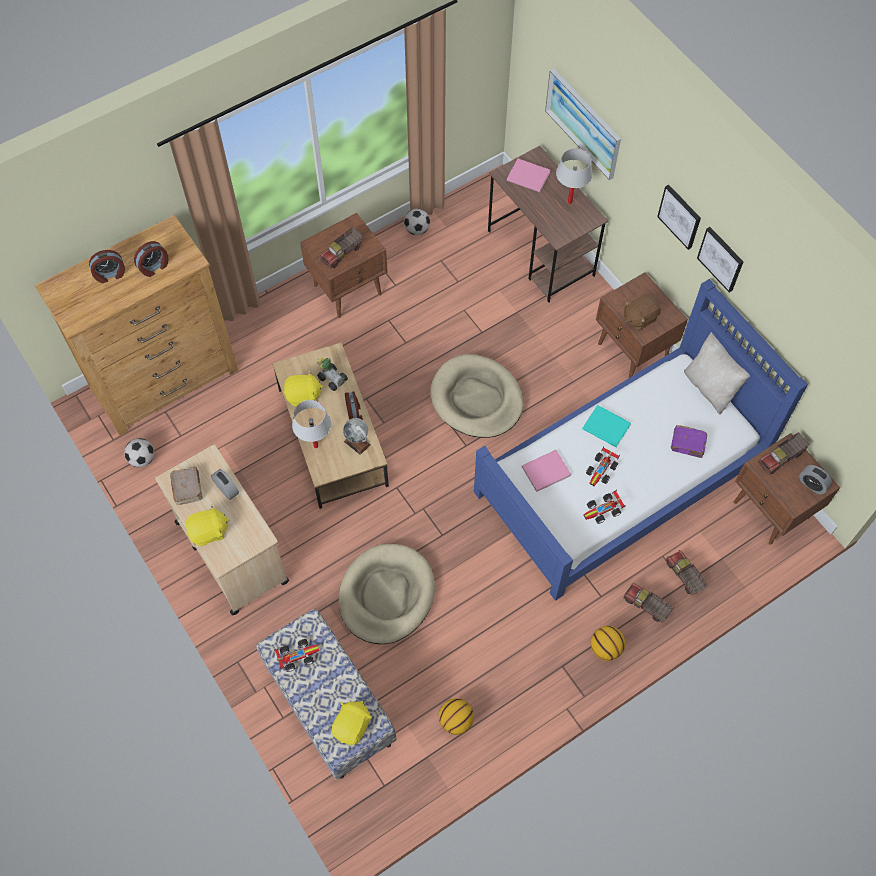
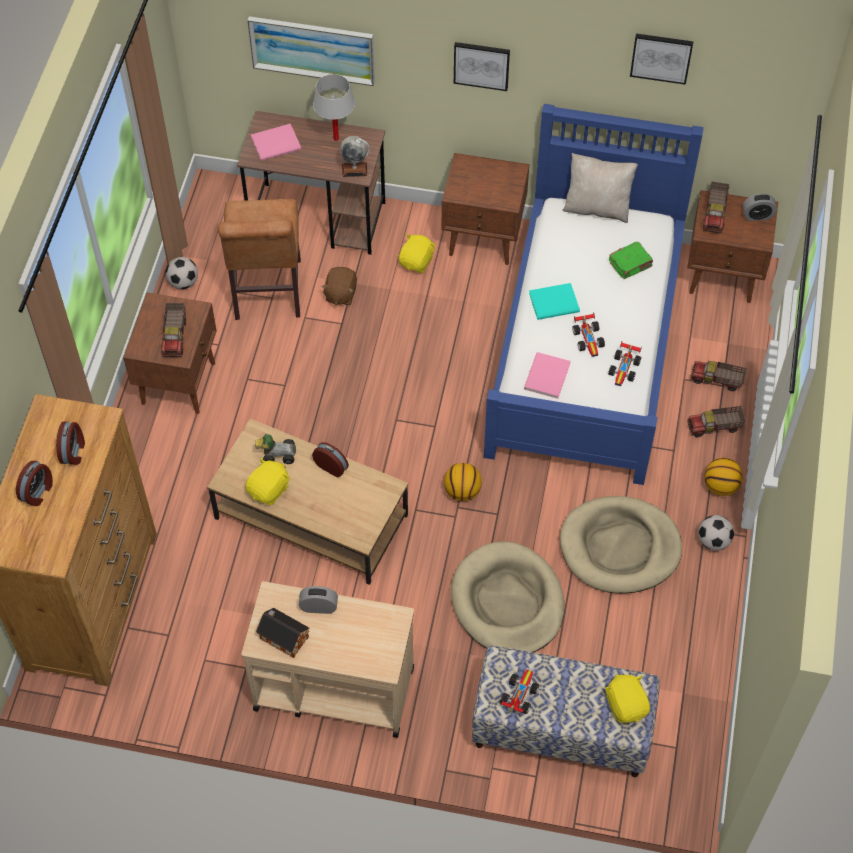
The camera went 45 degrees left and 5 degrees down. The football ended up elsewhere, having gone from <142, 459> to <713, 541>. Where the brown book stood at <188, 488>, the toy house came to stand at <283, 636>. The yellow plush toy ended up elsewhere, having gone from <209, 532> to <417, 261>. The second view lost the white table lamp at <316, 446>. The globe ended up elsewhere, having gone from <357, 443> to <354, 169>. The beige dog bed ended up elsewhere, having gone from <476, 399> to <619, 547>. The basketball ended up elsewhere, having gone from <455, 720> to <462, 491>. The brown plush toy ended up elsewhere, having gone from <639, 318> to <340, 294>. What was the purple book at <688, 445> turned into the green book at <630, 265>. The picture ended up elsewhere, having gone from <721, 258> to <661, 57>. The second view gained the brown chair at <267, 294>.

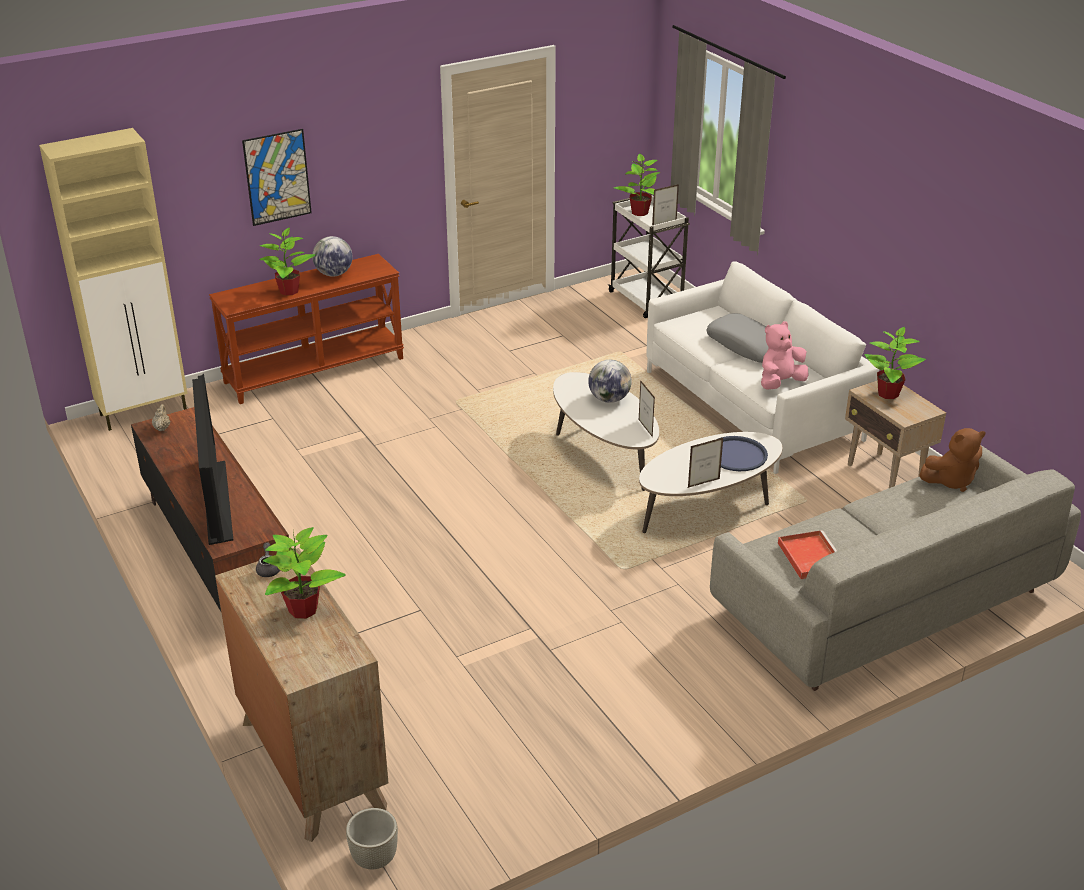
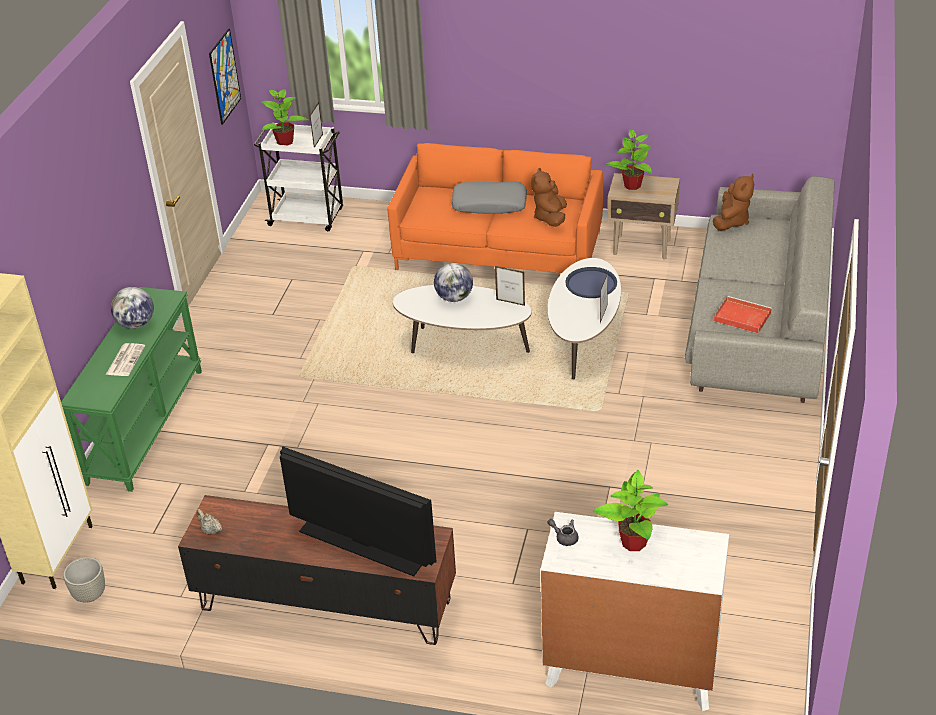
The camera went 45 degrees left and 5 degrees up. What was the brown console table at <314, 370> turned into the green console table at <144, 425>. What was the brown dresser at <312, 763> turned into the white dresser at <630, 669>. The picture ended up elsewhere, having gone from <277, 177> to <224, 76>. Where the potted plant stood at <288, 291>, the newspaper came to stand at <125, 360>. The grey planter ended up elsewhere, having gone from <374, 859> to <89, 595>. What was the white sofa at <751, 405> turned into the orange sofa at <498, 251>. What was the pink plush toy at <780, 383> turned into the brown plush toy at <550, 218>.

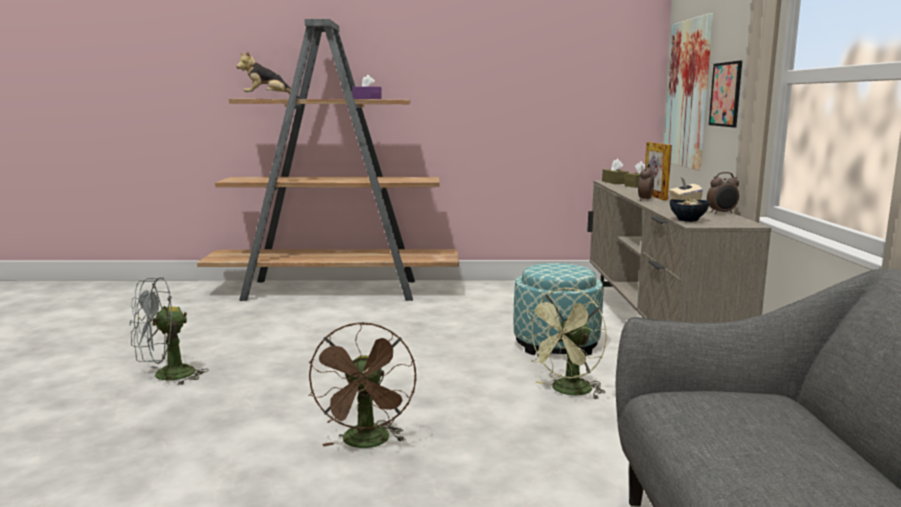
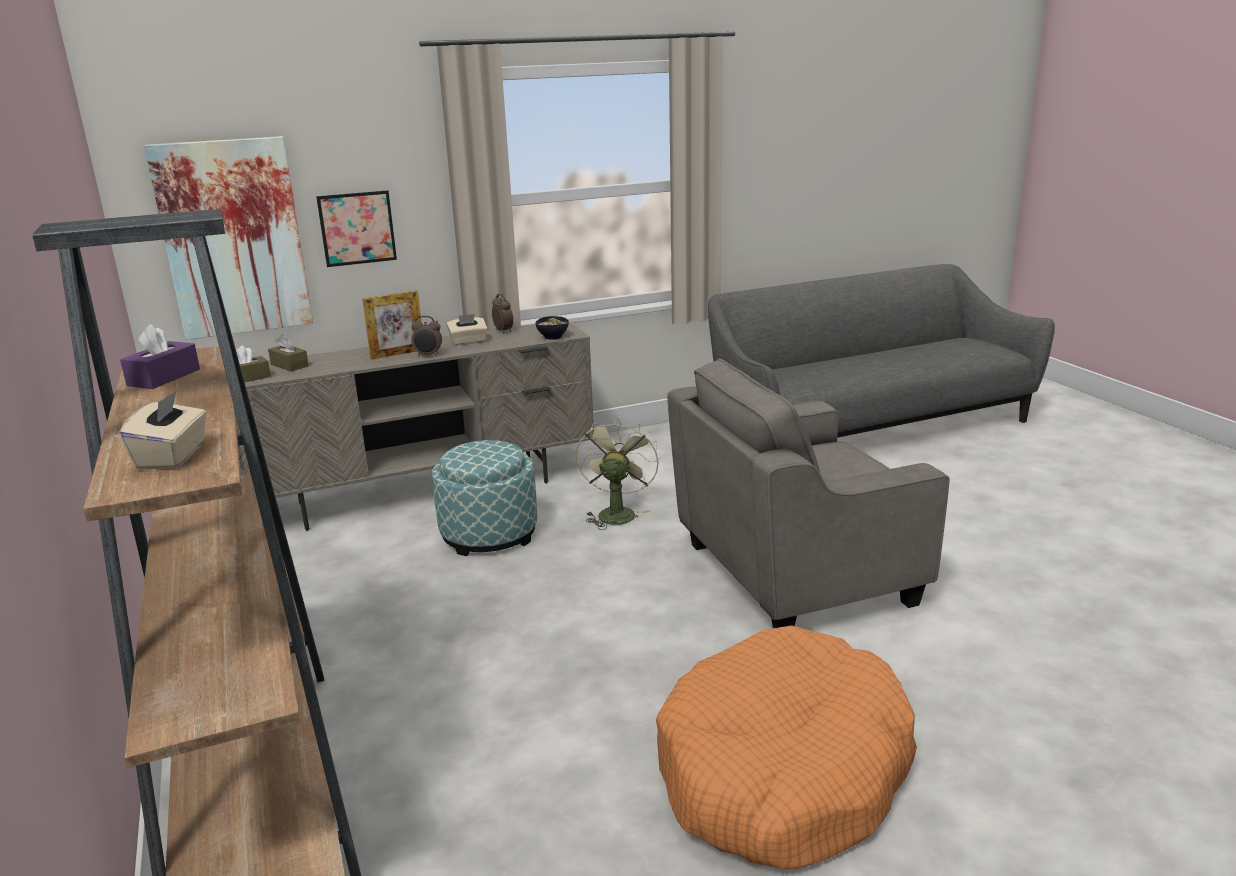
The camera went 110 degrees left and 10 degrees up. Where the grey fan stood at <166, 376>, the orange dog bed came to stand at <783, 771>. Where the plush toy stood at <267, 98>, the beige tissue box came to stand at <173, 456>. Where the brown fan stood at <367, 443>, the grey armchair came to stand at <795, 573>. The green fan at <567, 391> ended up facing another way, 105 degrees counterclockwise from before.

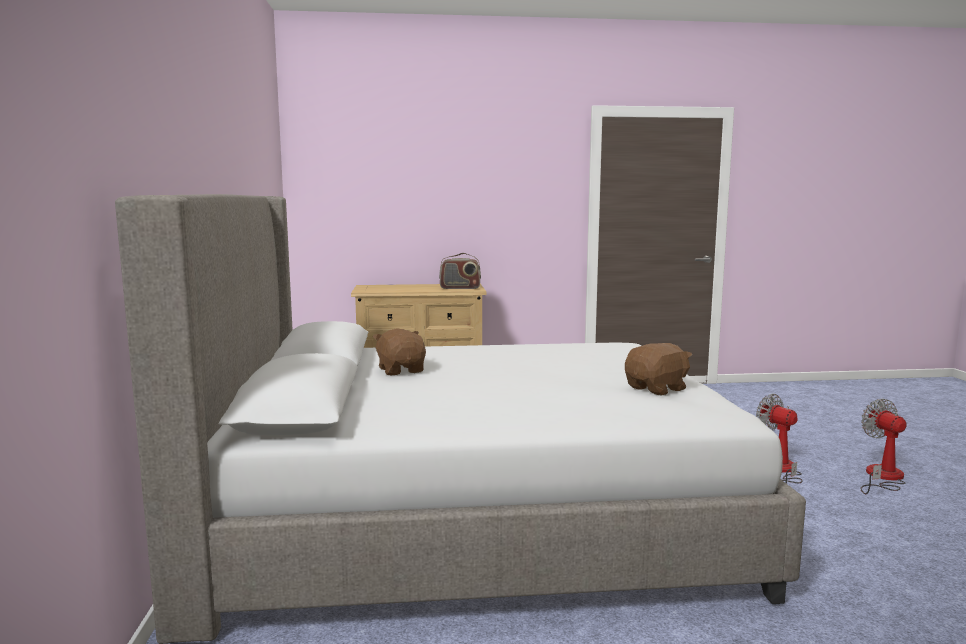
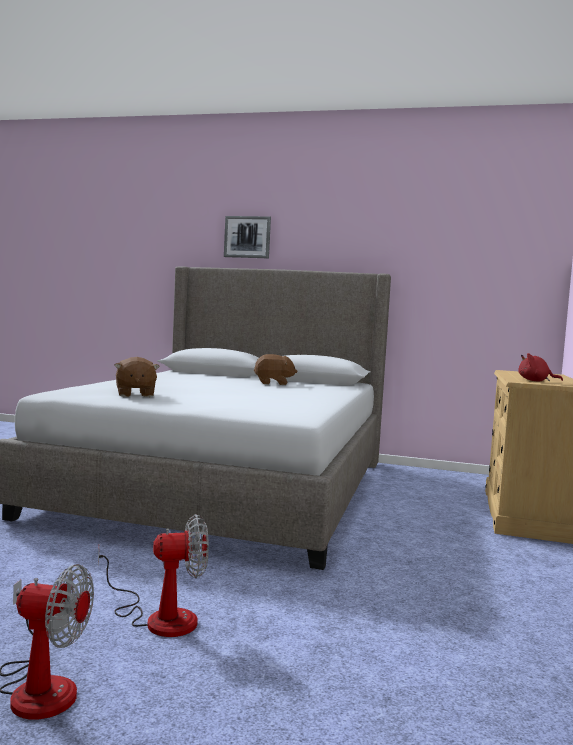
The camera went 110 degrees right and 5 degrees down. Where the radio stood at <460, 288>, the red plush toy came to stand at <535, 381>. The second view gained the picture at <247, 237>.

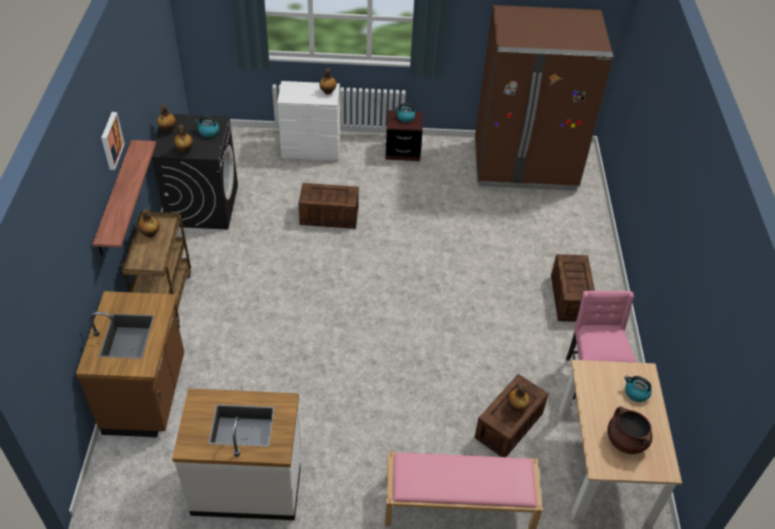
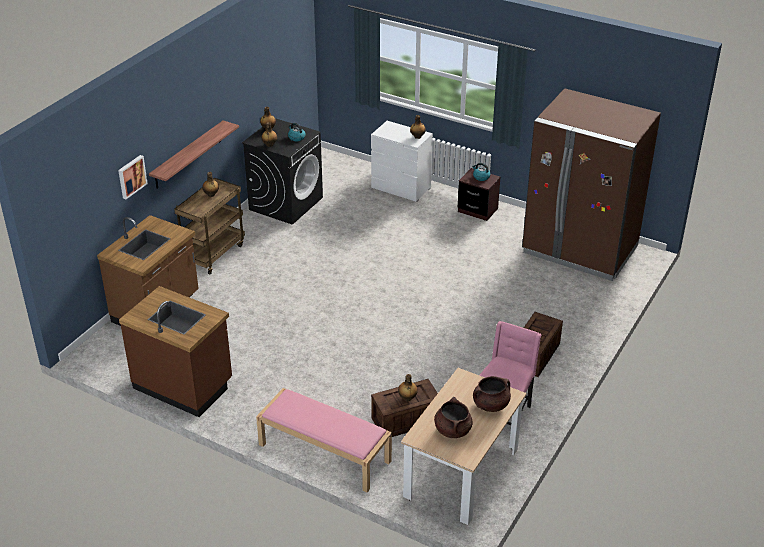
The camera went 30 degrees right and 10 degrees down. The picture ended up elsewhere, having gone from <110, 140> to <131, 176>. What was the white counter at <247, 484> turned into the brown counter at <183, 385>. The second view lost the crate at <330, 216>. Where the kettle stood at <636, 393>, the brown cooking pot came to stand at <490, 405>.

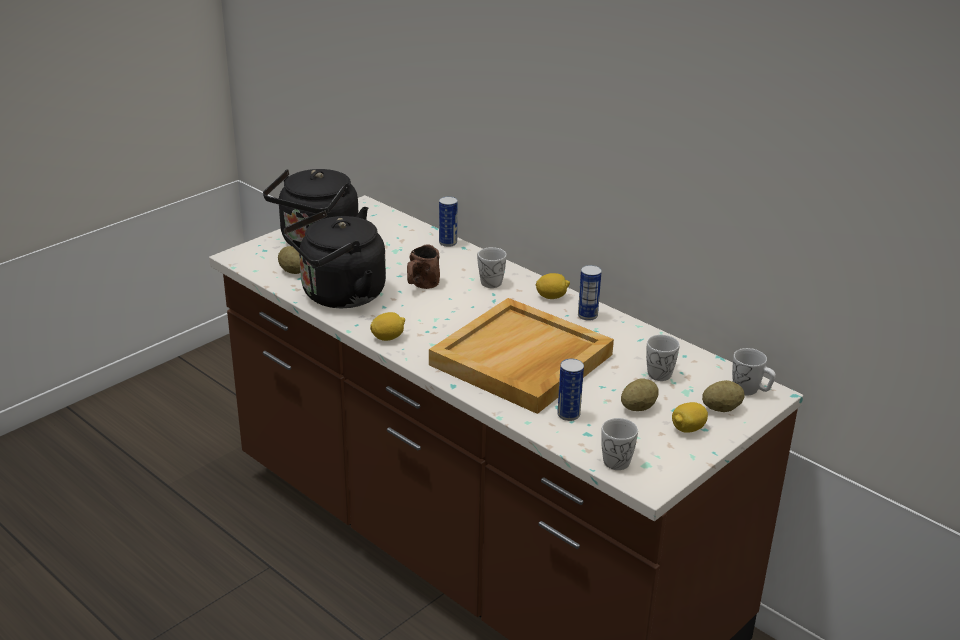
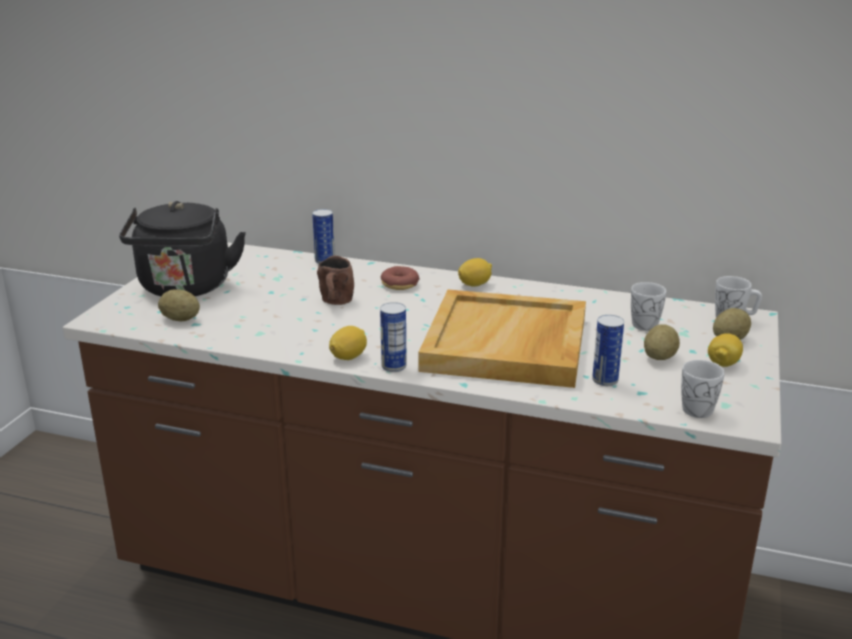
The camera went 25 degrees left and 5 degrees down. The second view lost the black kettle at <338, 296>. Where the white mug stood at <488, 281>, the donut came to stand at <399, 284>. The can ended up elsewhere, having gone from <587, 316> to <394, 366>.

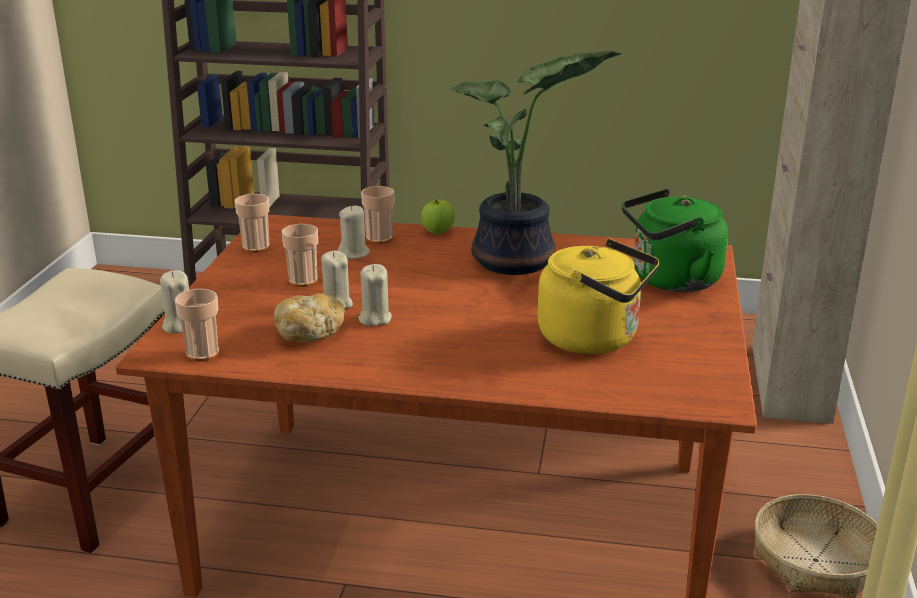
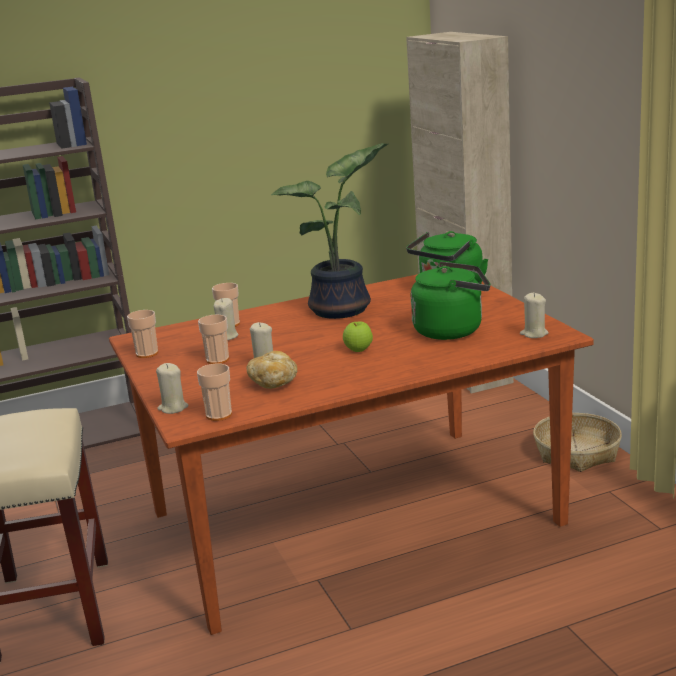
The camera went 30 degrees left and 5 degrees down. The beige candle ended up elsewhere, having gone from <374, 319> to <534, 334>. The apple ended up elsewhere, having gone from <438, 232> to <358, 350>. What was the yellow kettle at <594, 339> turned into the green kettle at <452, 330>.

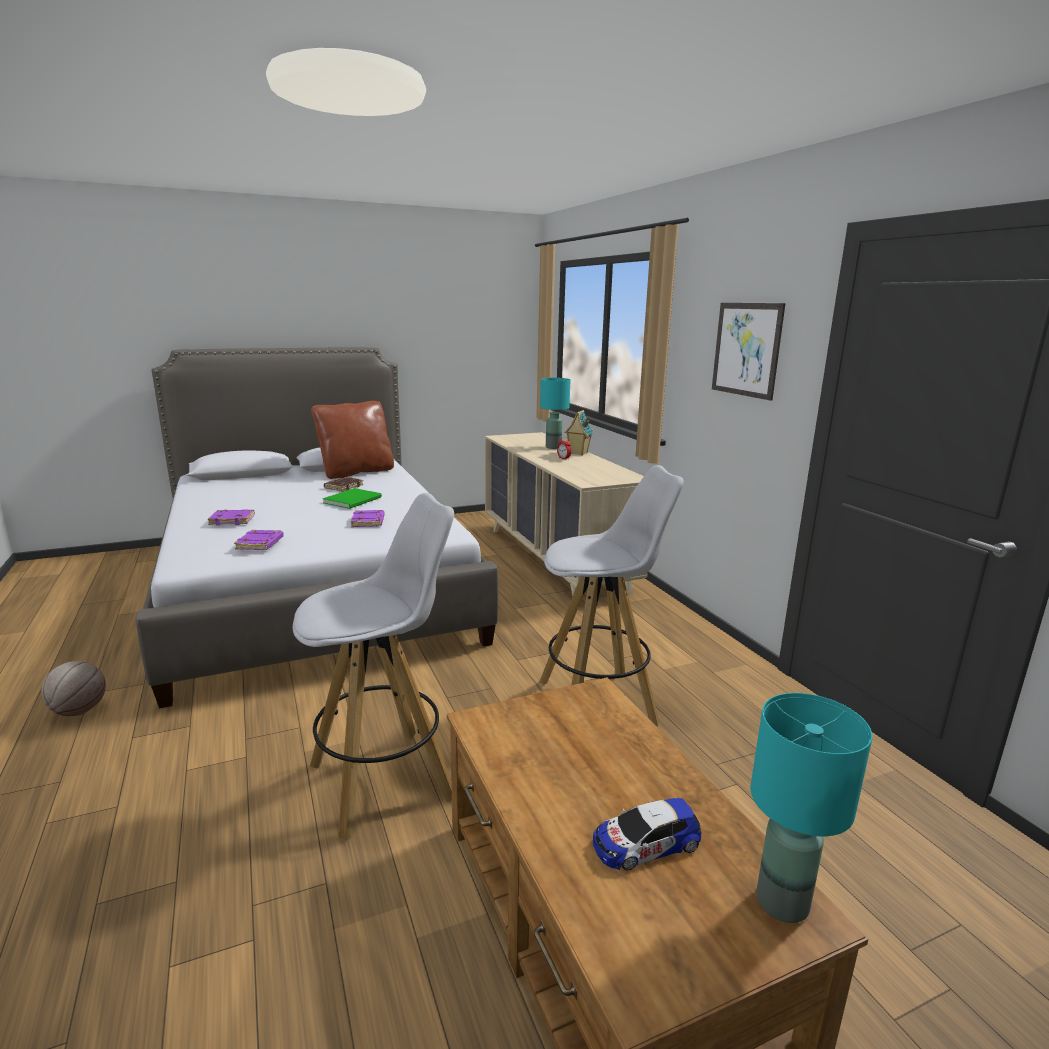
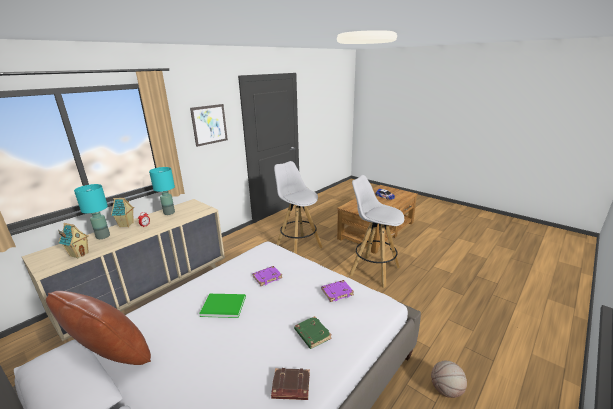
The camera went 115 degrees left and 5 degrees up. What was the purple book at <233, 520> turned into the green book at <312, 334>. The brown book ended up elsewhere, having gone from <343, 487> to <290, 387>. The turquoise table lamp ended up elsewhere, having gone from <782, 901> to <169, 213>. The second view gained the toy house at <79, 254>.

